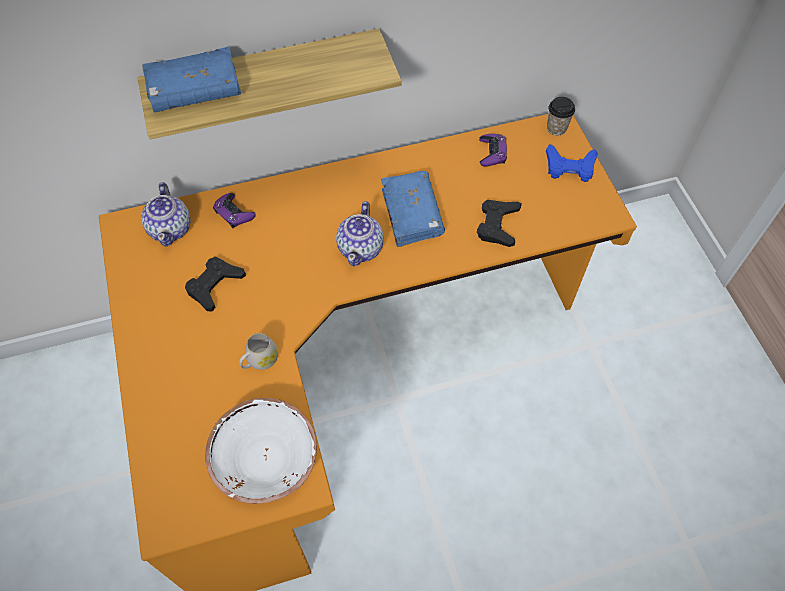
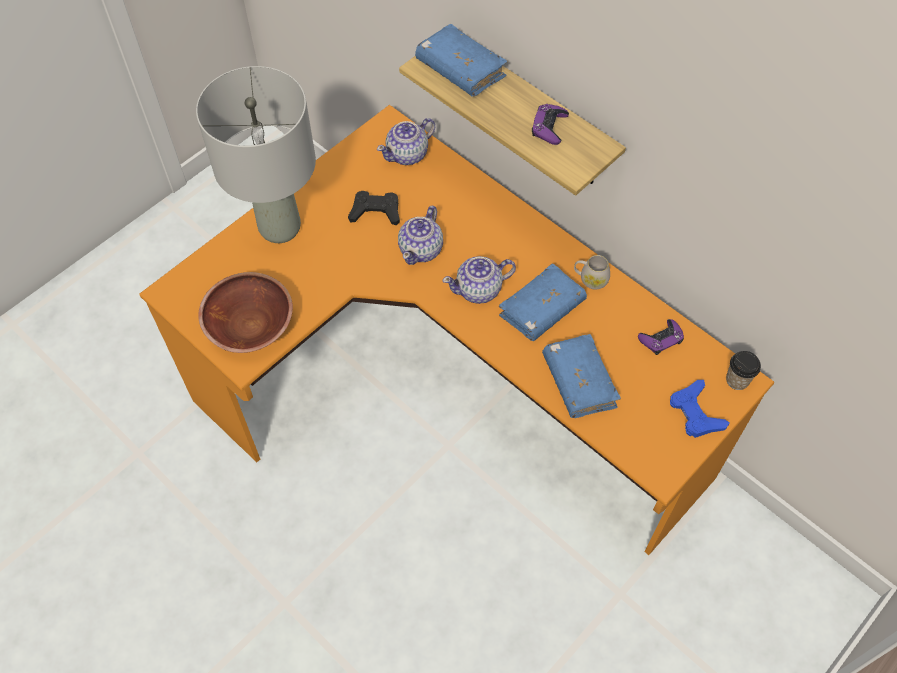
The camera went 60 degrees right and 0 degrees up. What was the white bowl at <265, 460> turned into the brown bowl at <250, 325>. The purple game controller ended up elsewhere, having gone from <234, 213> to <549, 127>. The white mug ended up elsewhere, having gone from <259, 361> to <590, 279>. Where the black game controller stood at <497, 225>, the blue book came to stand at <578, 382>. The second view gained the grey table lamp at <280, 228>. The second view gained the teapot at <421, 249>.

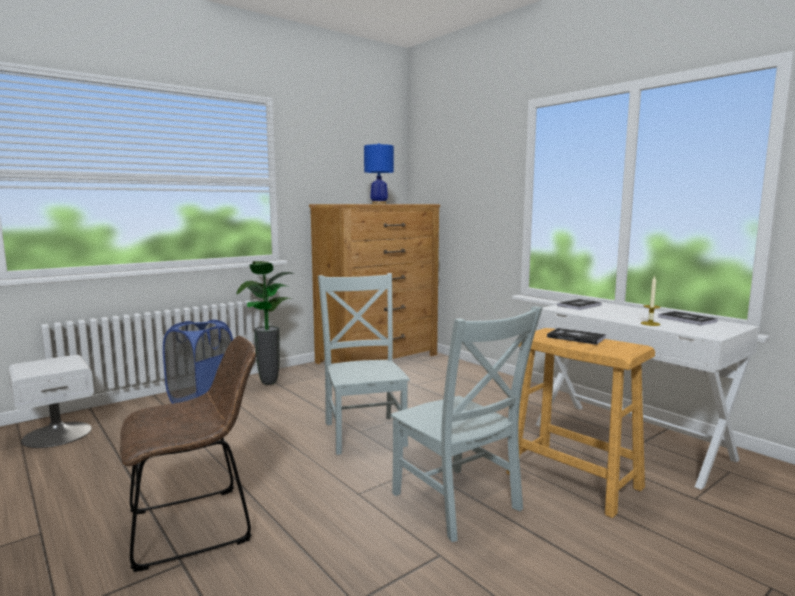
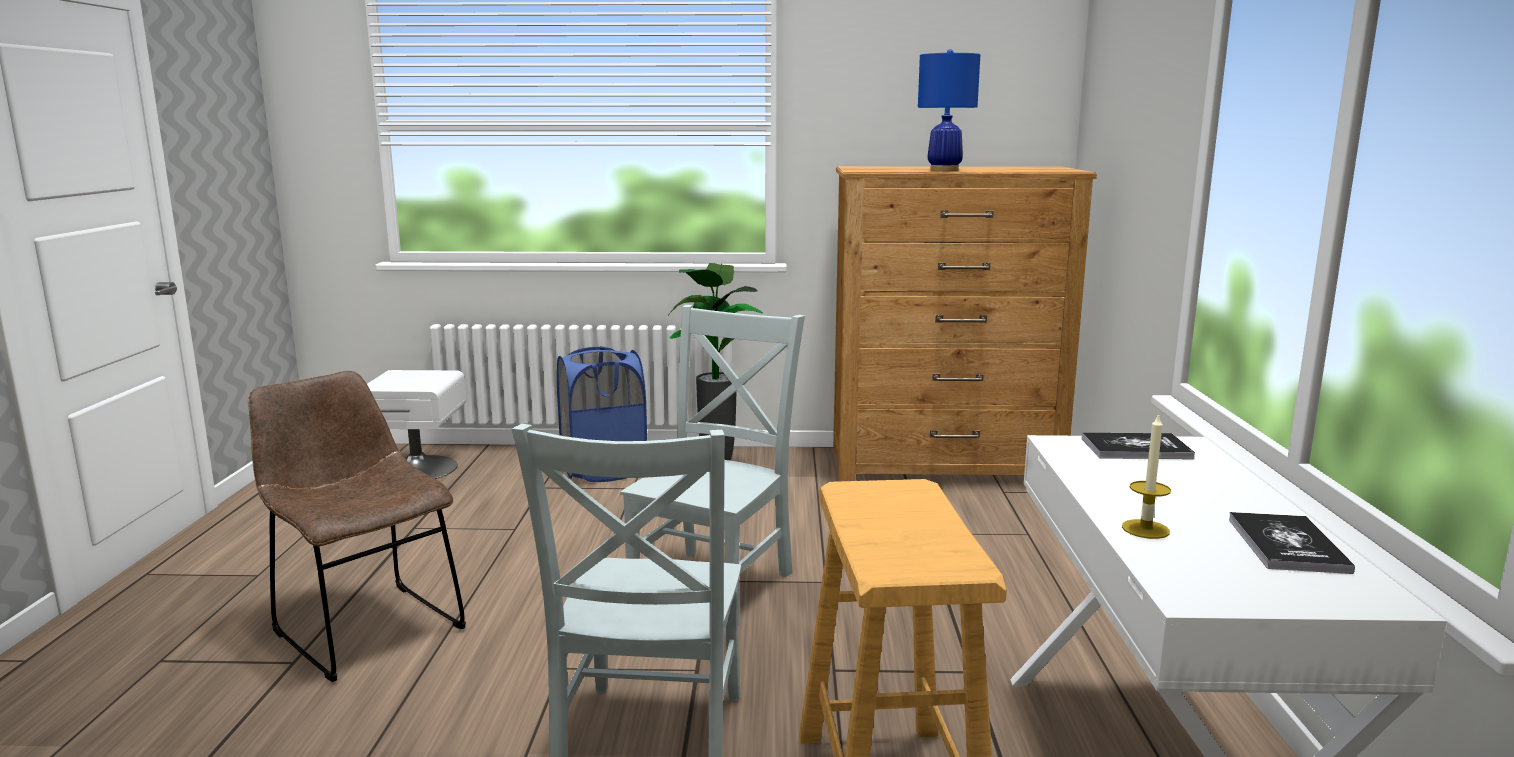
The camera went 40 degrees right and 5 degrees up. The brown chair at <197, 525> ended up facing another way, 150 degrees counterclockwise from before. The second view lost the book at <576, 337>.

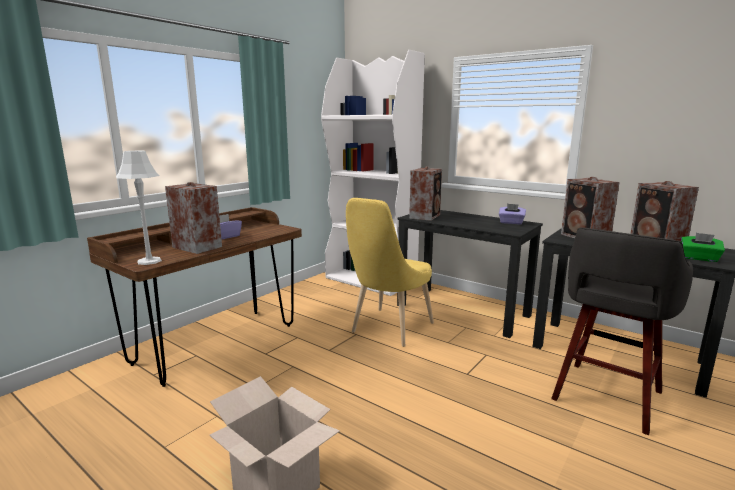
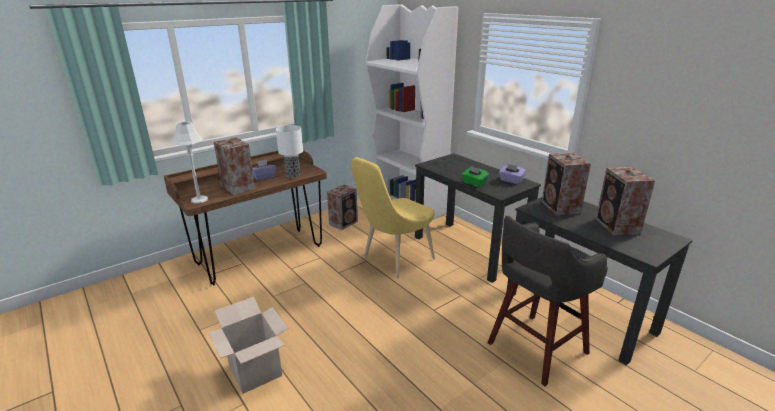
The camera went 15 degrees right and 10 degrees up. The speaker ended up elsewhere, having gone from <425, 216> to <344, 223>. The green tissue box ended up elsewhere, having gone from <699, 258> to <474, 183>. The second view gained the table lamp at <293, 175>.

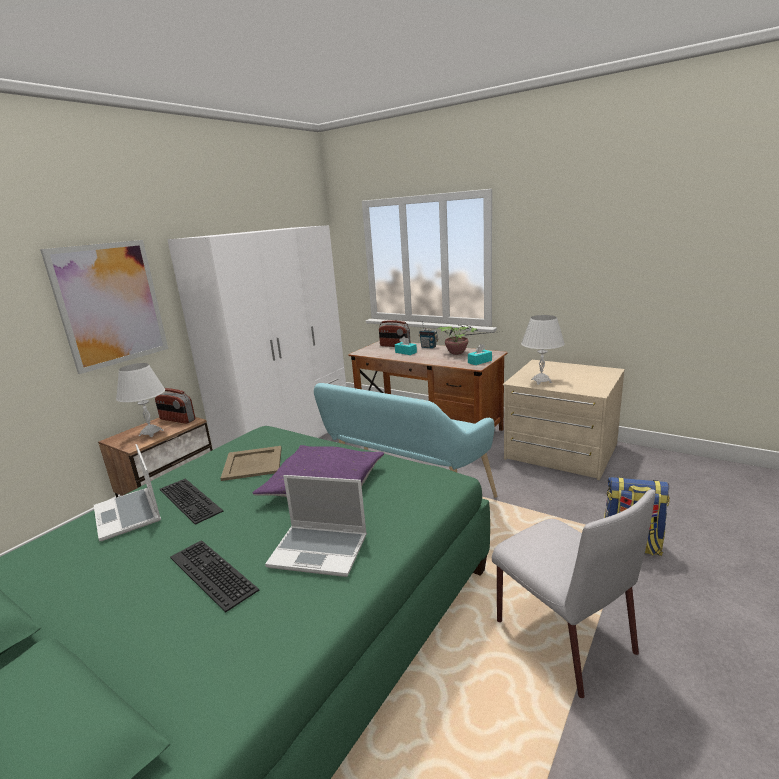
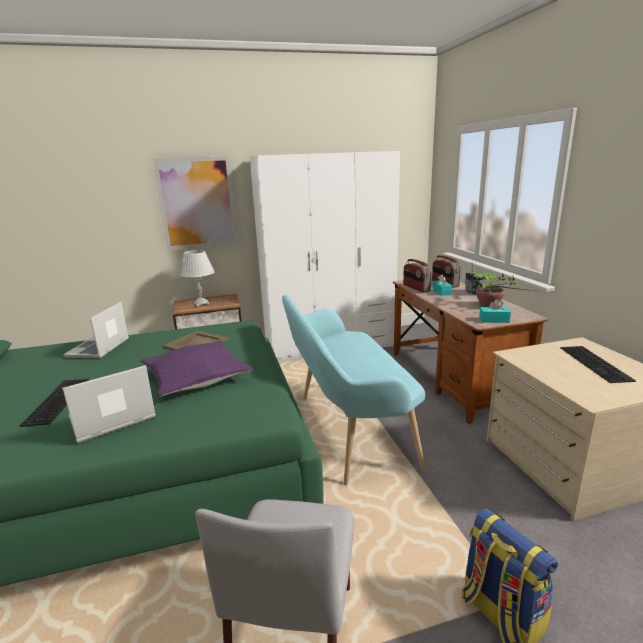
The camera went 40 degrees right and 0 degrees up. The radio ended up elsewhere, having gone from <177, 420> to <416, 288>. The keyboard ended up elsewhere, having gone from <192, 499> to <596, 363>. The laptop at <320, 551> ended up facing another way, 90 degrees clockwise from before. The second view lost the white table lamp at <541, 381>.

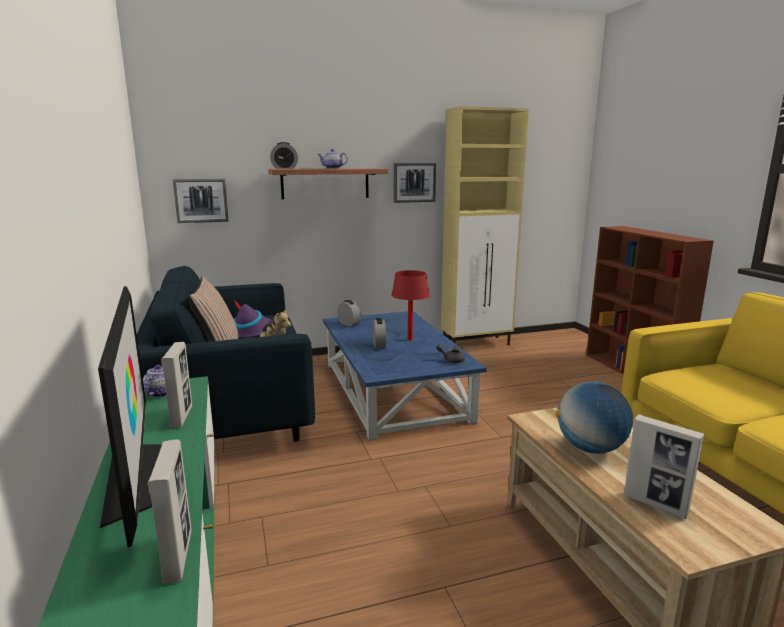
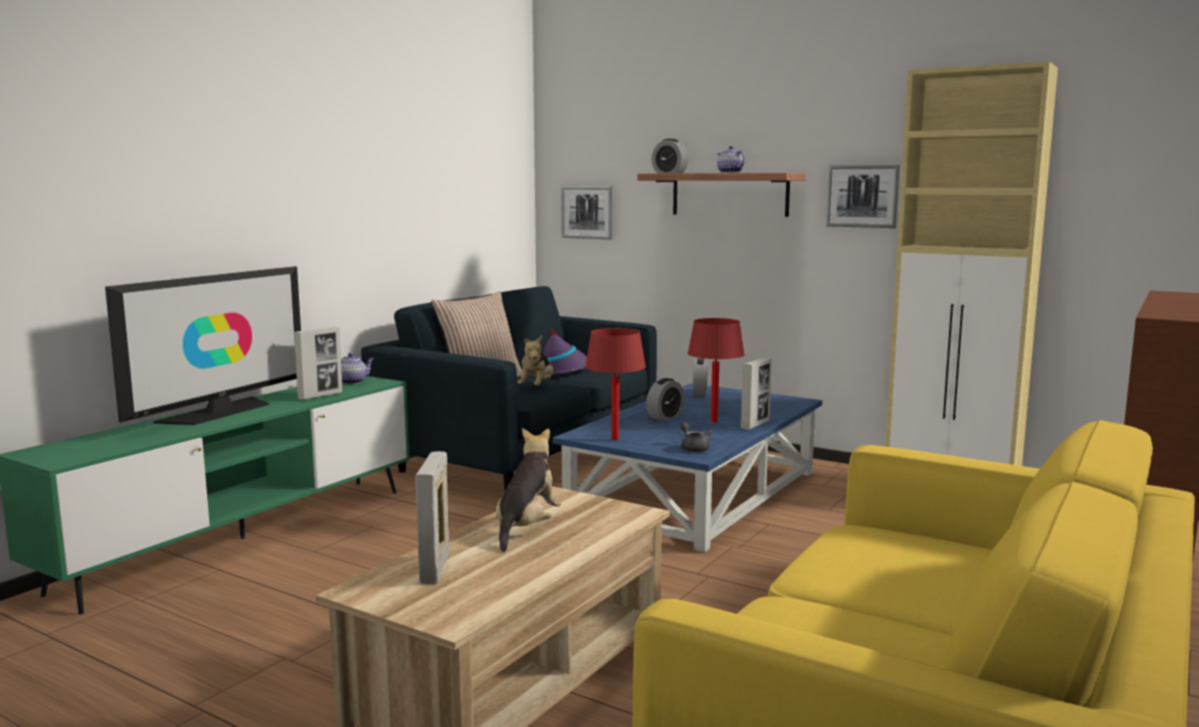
The camera went 50 degrees right and 5 degrees down. The picture frame ended up elsewhere, having gone from <178, 556> to <755, 425>. Where the globe stood at <590, 448>, the plush toy came to stand at <527, 528>. The second view gained the red table lamp at <615, 439>.

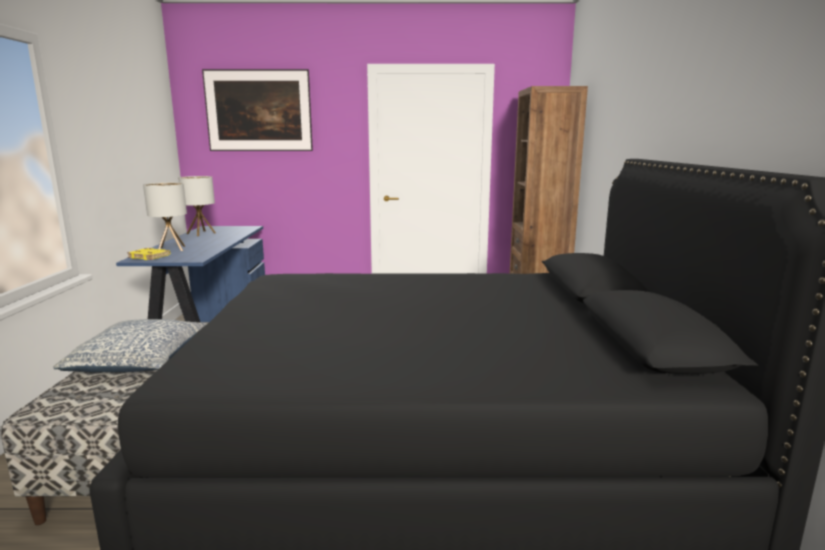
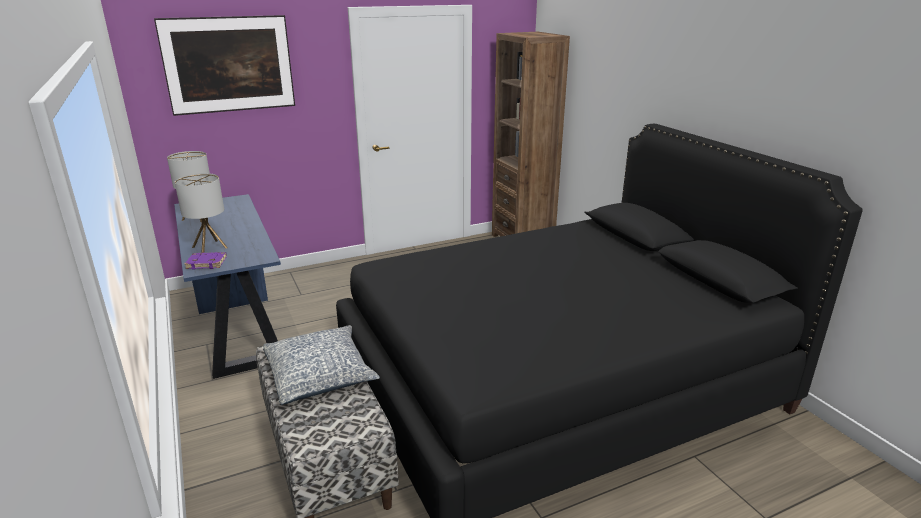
The camera went 25 degrees left and 10 degrees up. What was the yellow book at <150, 256> turned into the purple book at <207, 263>.

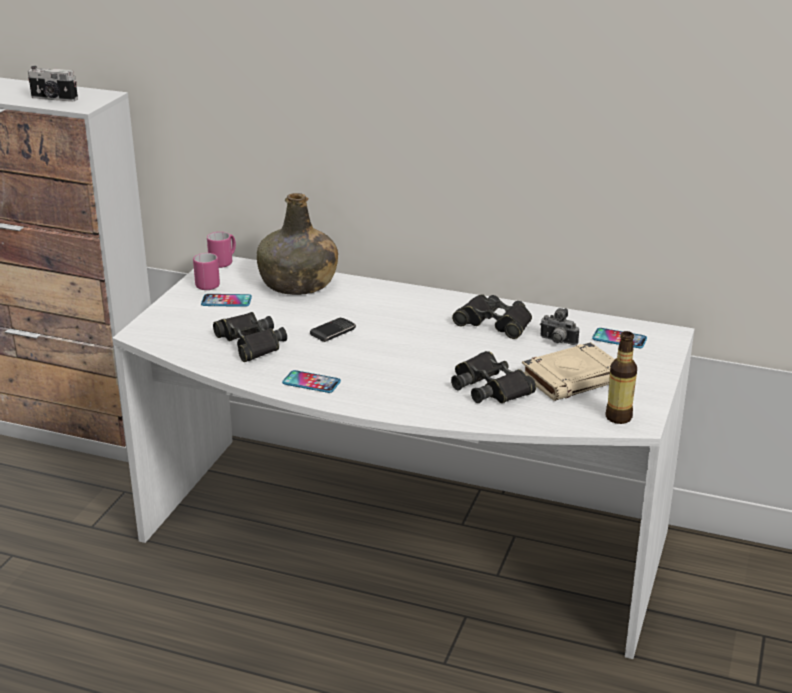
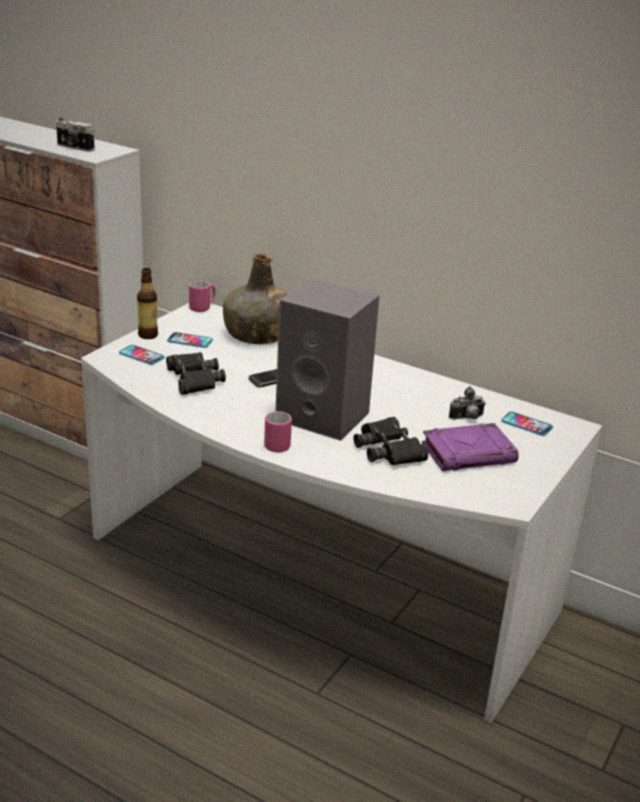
The camera went 10 degrees right and 0 degrees up. The pink mug ended up elsewhere, having gone from <206, 284> to <276, 444>. The phone ended up elsewhere, having gone from <311, 382> to <141, 355>. The second view lost the black binoculars at <494, 323>. What was the beige book at <573, 378> turned into the purple book at <469, 453>. The photo camera at <557, 342> ended up facing another way, 60 degrees counterclockwise from before. The bottle ended up elsewhere, having gone from <618, 417> to <148, 335>. The second view gained the grey speaker at <325, 416>.

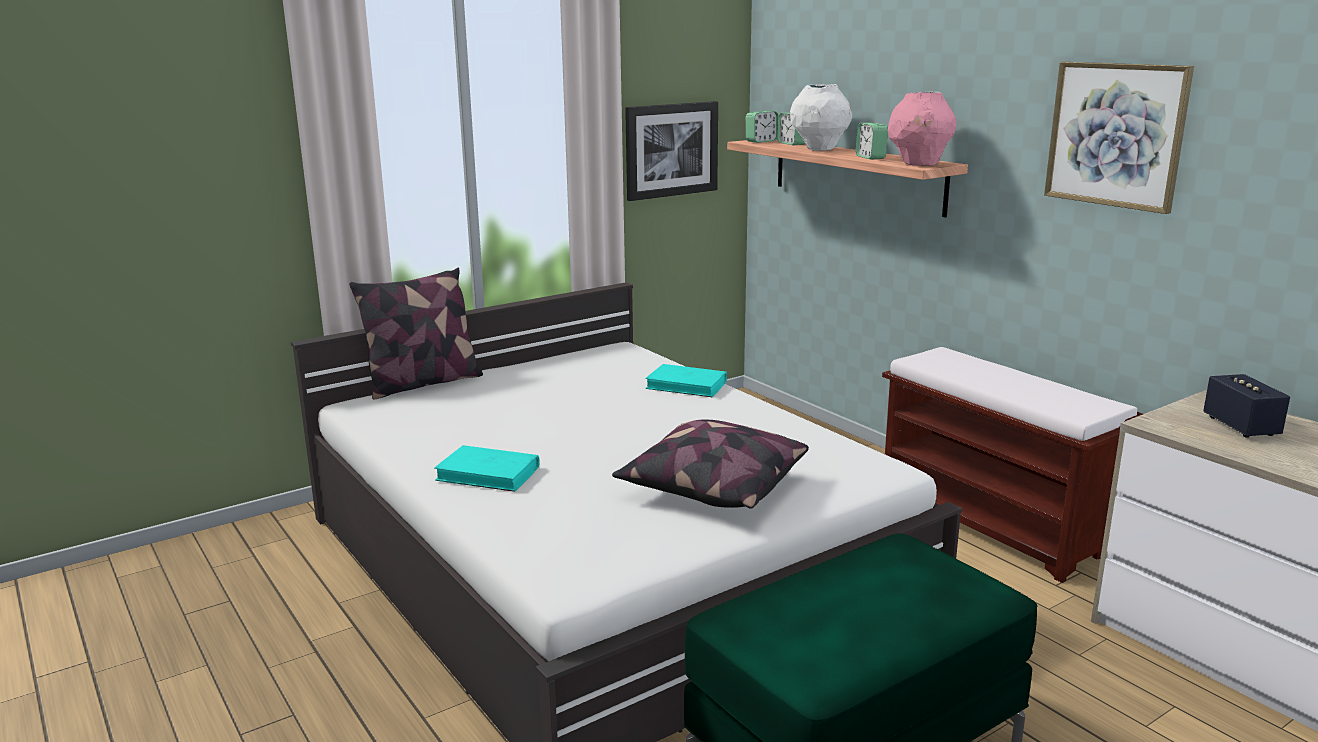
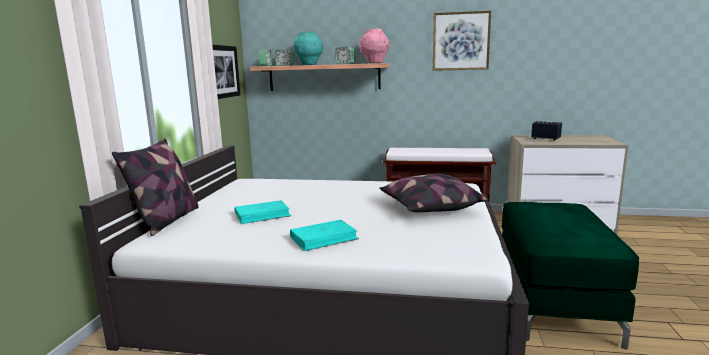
The camera went 45 degrees left and 5 degrees down. The turquoise book ended up elsewhere, having gone from <687, 385> to <262, 215>. What was the white vase at <819, 149> turned into the turquoise vase at <309, 64>.

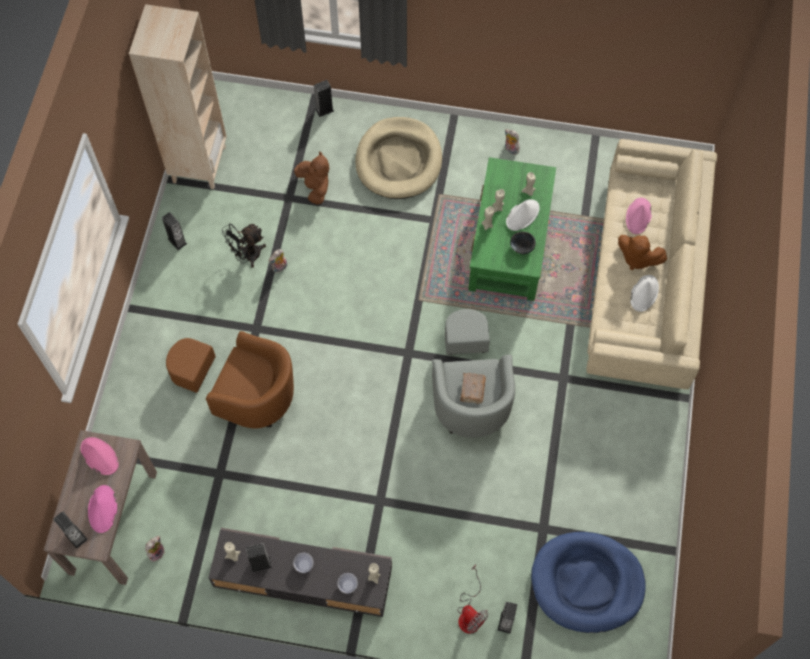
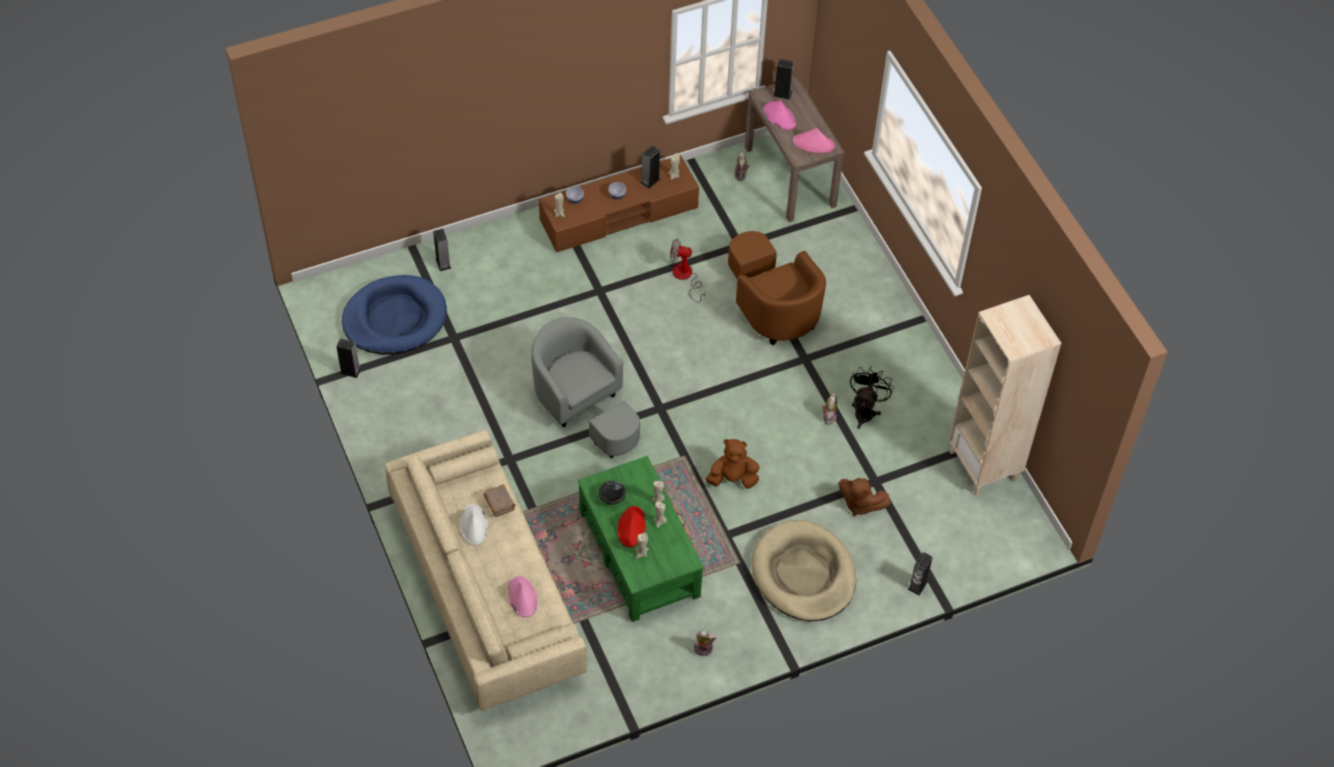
The camera went 145 degrees right and 10 degrees down. The speaker ended up elsewhere, having gone from <177, 241> to <350, 371>. The brown armchair at <242, 392> ended up facing another way, 105 degrees counterclockwise from before. What was the grey tv stand at <303, 577> turned into the brown tv stand at <619, 215>. The fan ended up elsewhere, having gone from <470, 613> to <685, 277>. The brown book ended up elsewhere, having gone from <472, 391> to <499, 503>. What was the white hat at <522, 215> turned into the red hat at <631, 527>. The brown plush toy ended up elsewhere, having gone from <637, 258> to <732, 479>.

